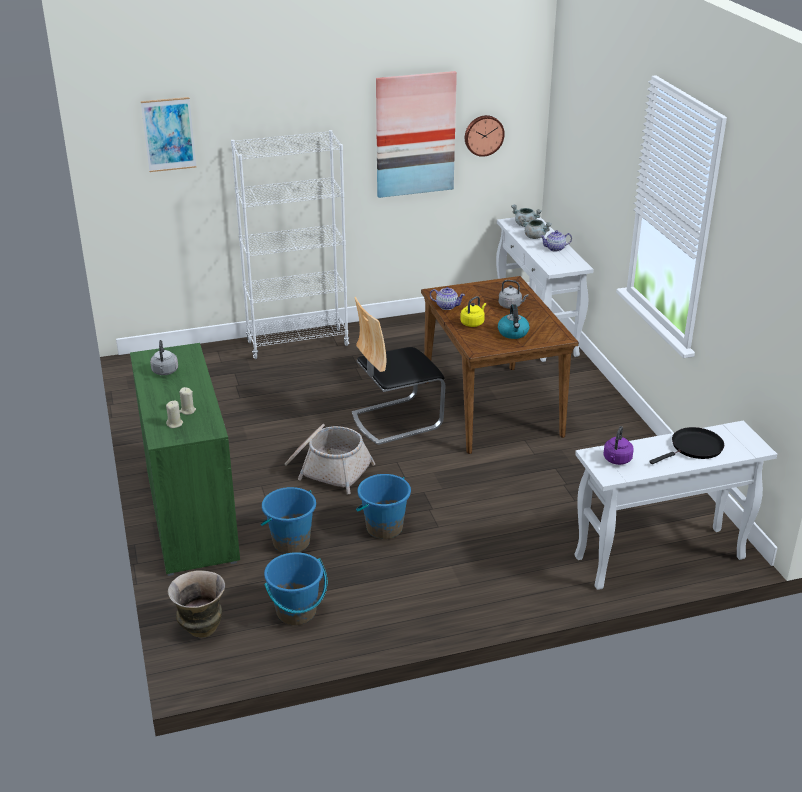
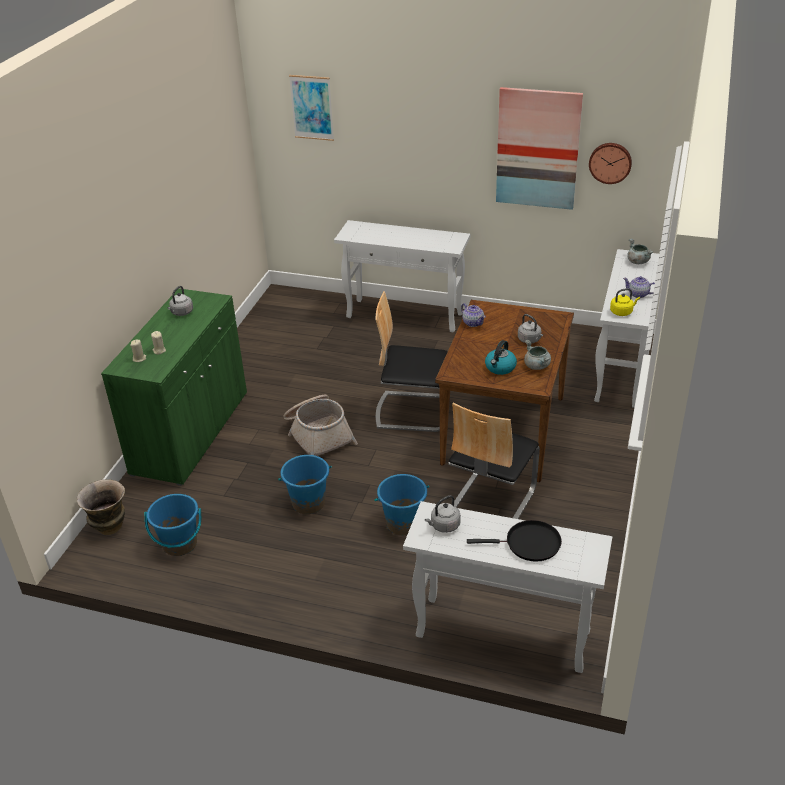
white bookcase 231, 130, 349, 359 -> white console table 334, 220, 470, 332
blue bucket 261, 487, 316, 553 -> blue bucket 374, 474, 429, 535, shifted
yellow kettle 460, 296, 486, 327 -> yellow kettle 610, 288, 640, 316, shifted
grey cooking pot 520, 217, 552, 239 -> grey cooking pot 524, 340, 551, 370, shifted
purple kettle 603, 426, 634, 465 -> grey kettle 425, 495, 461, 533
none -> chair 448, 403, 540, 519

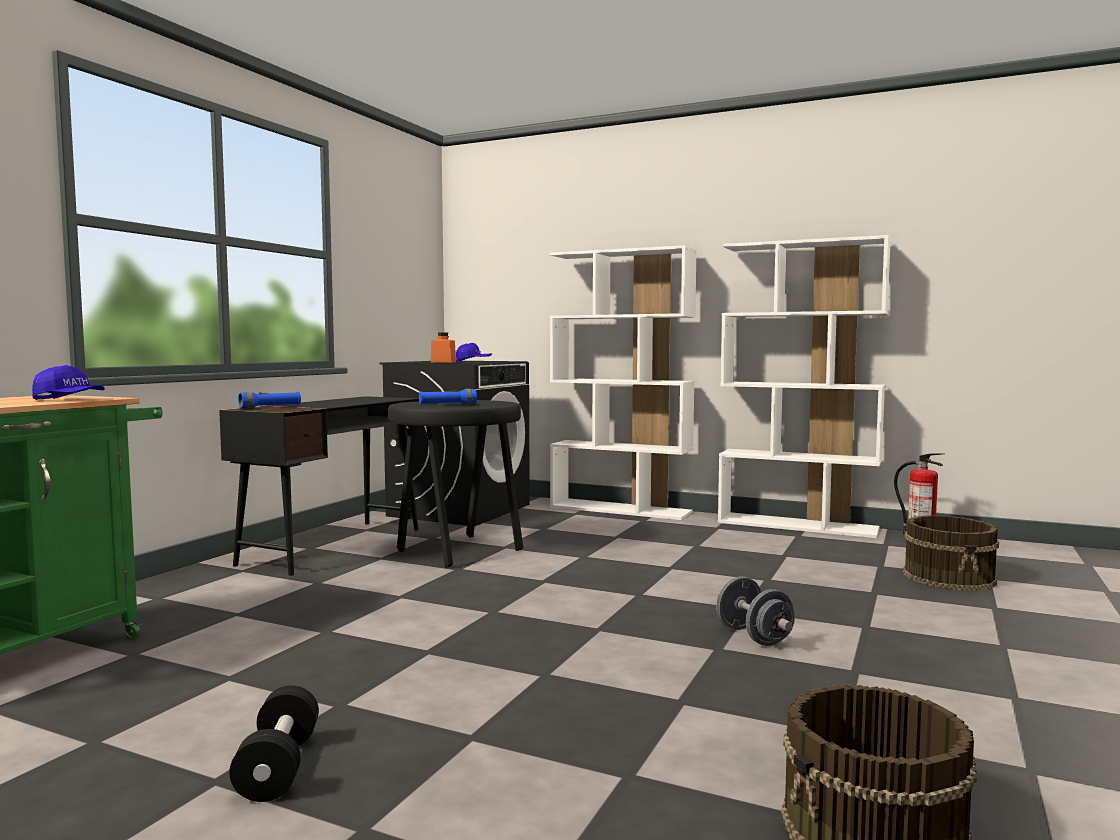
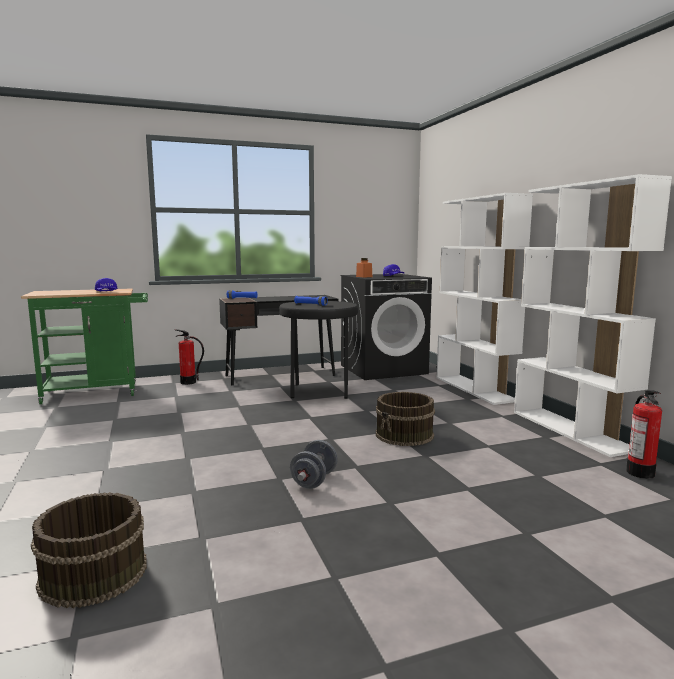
black dumbbell 229, 685, 319, 802 -> none
brown bucket 903, 515, 999, 591 -> brown bucket 376, 392, 435, 446, shifted
none -> fire extinguisher 175, 329, 204, 385

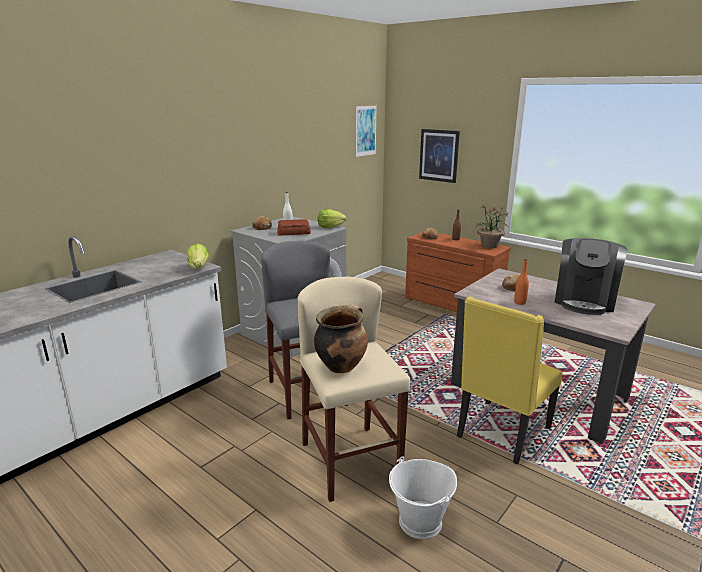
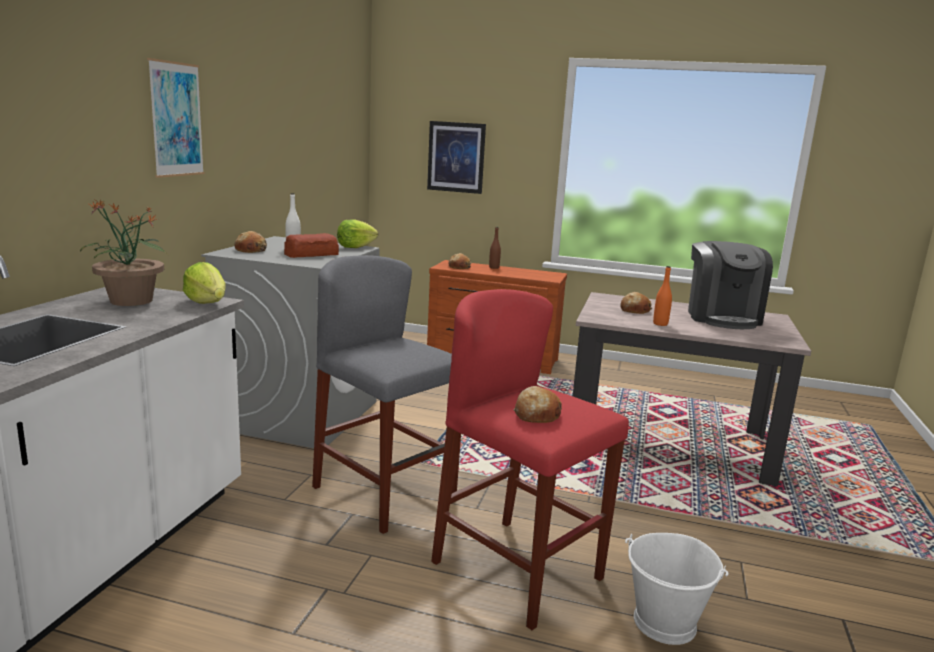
beige stool 298, 277, 410, 502 -> red stool 431, 289, 629, 630
cooking pot 314, 304, 368, 373 -> bread 514, 386, 562, 423
picture 355, 105, 377, 158 -> picture 147, 58, 204, 178, shifted
yellow chair 457, 296, 563, 464 -> none
potted plant 476, 205, 509, 248 -> potted plant 80, 200, 168, 306, shifted

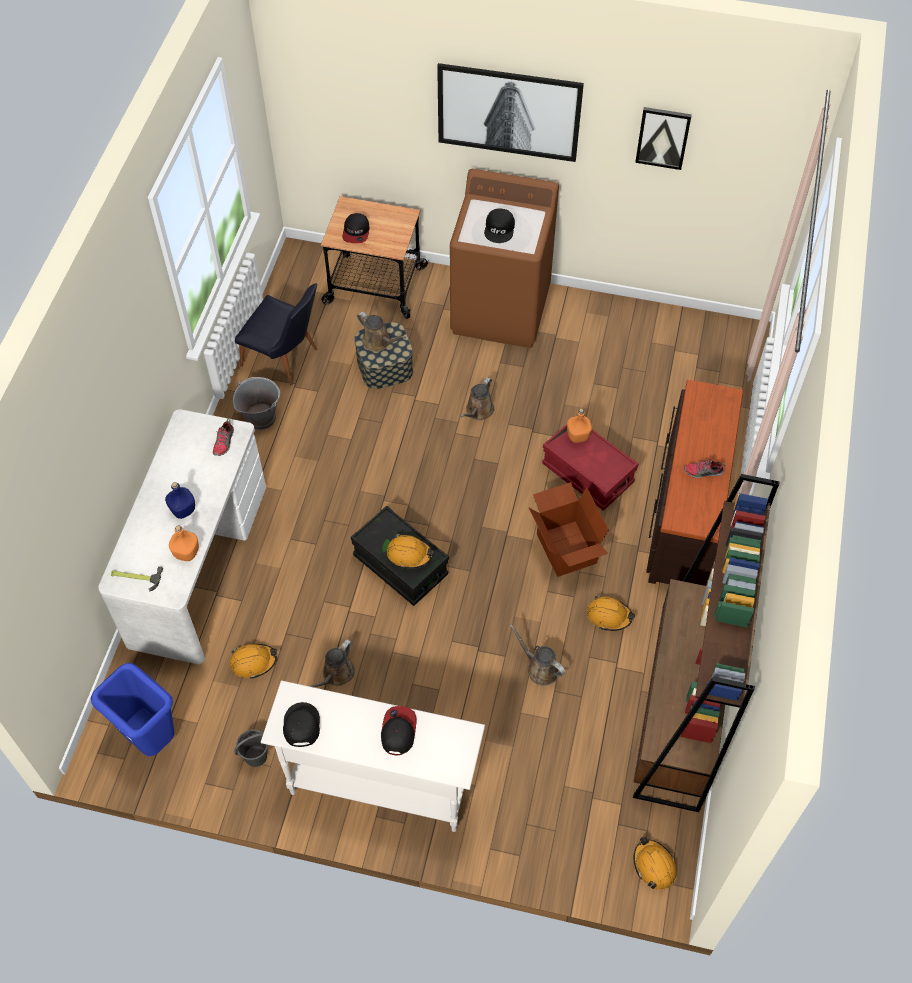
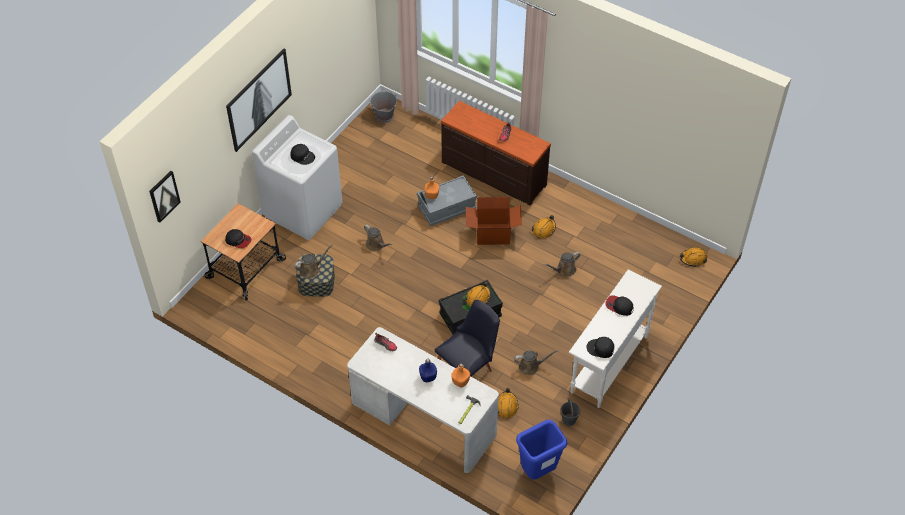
grey bucket 233, 377, 280, 430 -> grey bucket 370, 91, 397, 123, shifted
black chair 235, 283, 317, 386 -> black chair 435, 300, 500, 376, shifted
brown watering can 310, 639, 355, 687 -> brown watering can 514, 349, 559, 375, 60 degrees counterclockwise
brown washing machine 450, 169, 559, 348 -> white washing machine 252, 115, 342, 240
red storage box 542, 424, 639, 511 -> grey storage box 417, 175, 477, 226
brown bookcase 633, 474, 780, 812 -> none
picture 635, 107, 692, 170 -> picture 149, 171, 181, 223, shifted

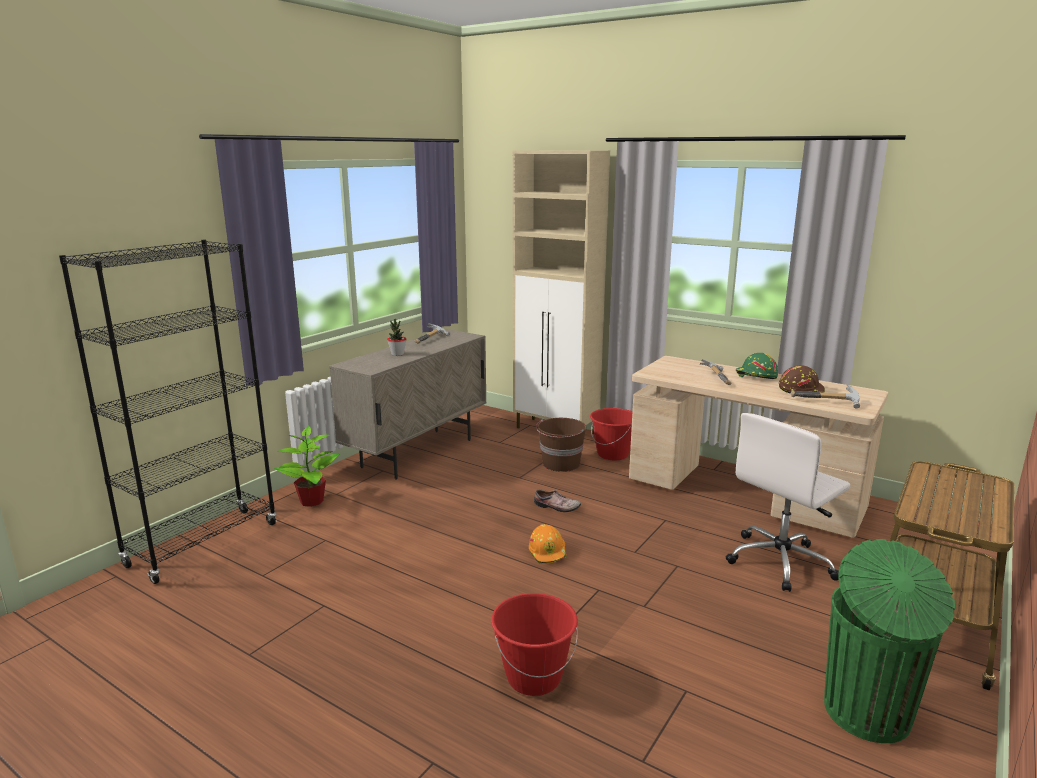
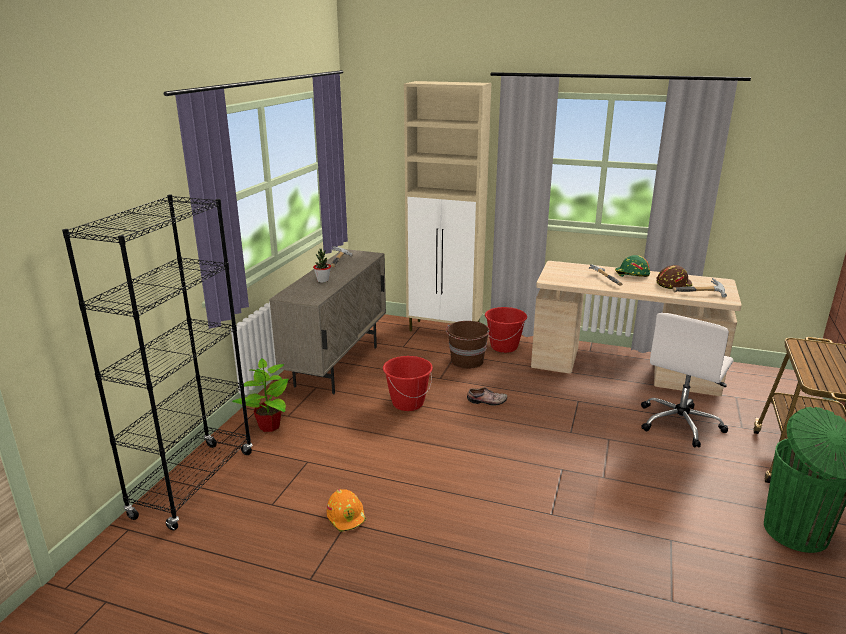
red bucket 491, 593, 578, 696 -> red bucket 383, 356, 433, 411, shifted
orange hard hat 529, 524, 567, 564 -> orange hard hat 327, 489, 367, 532, shifted

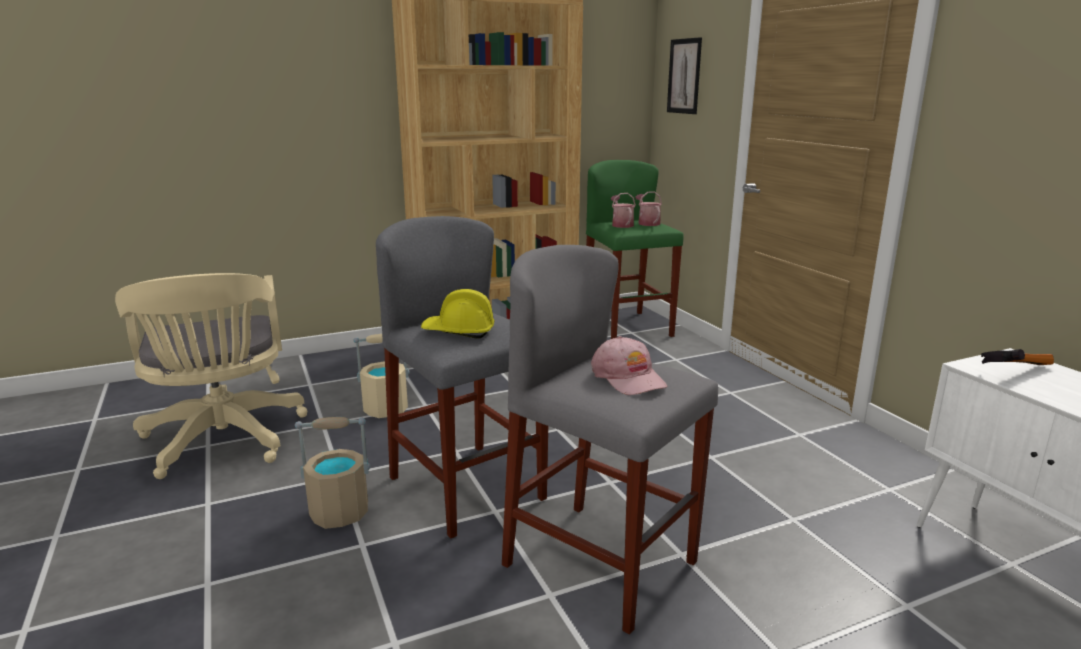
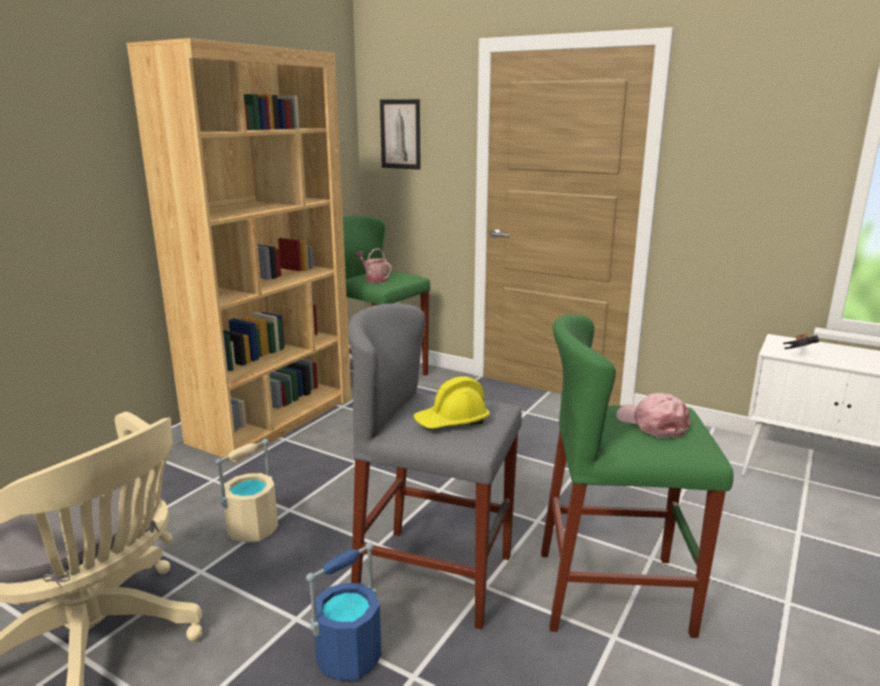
beige bucket 295, 417, 371, 529 -> blue bucket 306, 542, 381, 681
grey stool 502, 245, 718, 634 -> green stool 541, 314, 733, 638
pink cap 591, 336, 667, 395 -> pink cap 616, 393, 690, 438, 150 degrees counterclockwise
watering can 635, 191, 662, 226 -> none

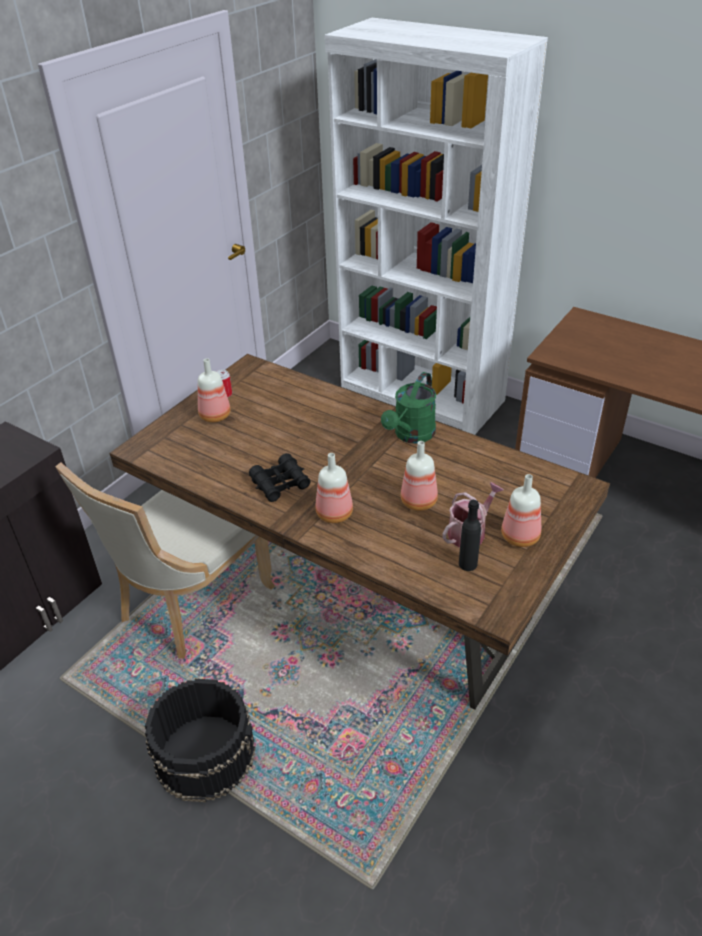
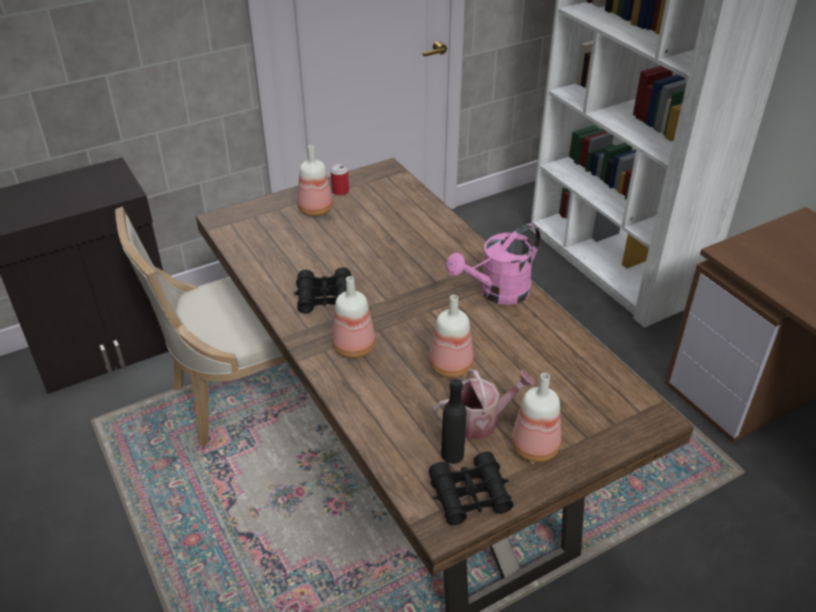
black bucket 145, 679, 256, 802 -> none
green watering can 381, 372, 436, 443 -> pink watering can 446, 224, 541, 305
none -> black binoculars 429, 451, 514, 525

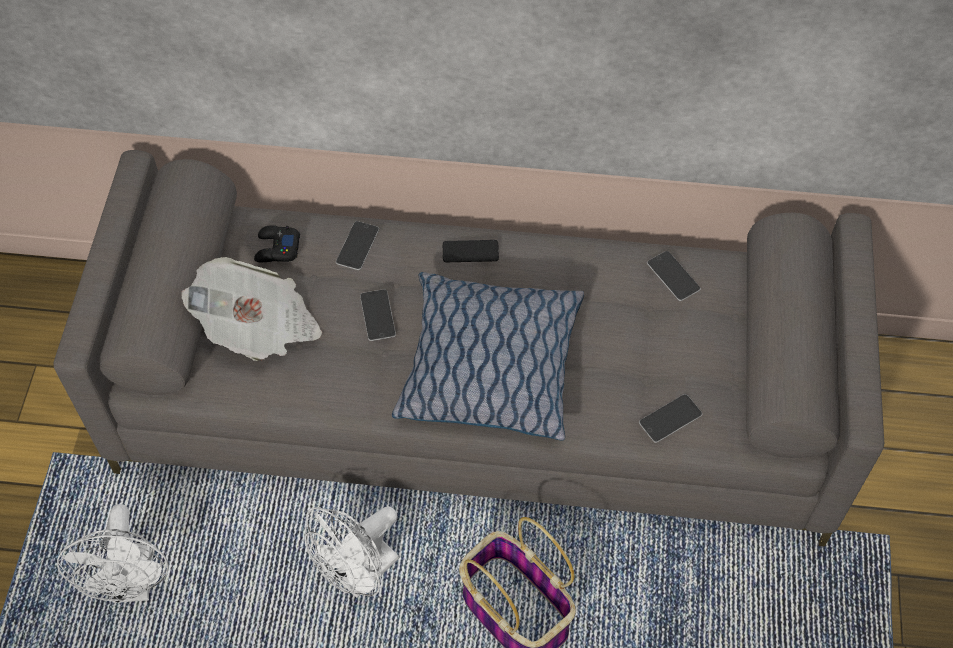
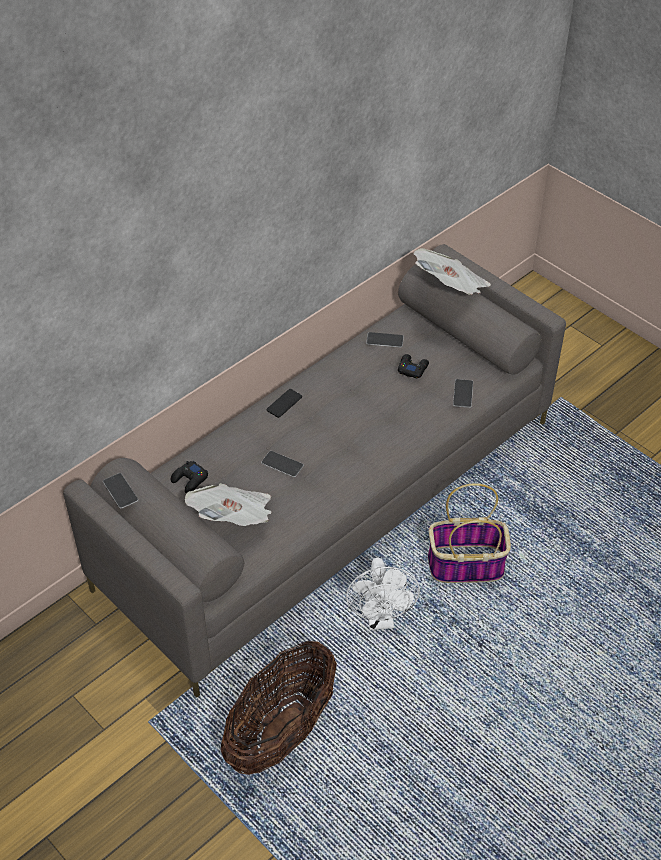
white fan 57, 504, 169, 603 -> basket 221, 641, 337, 775
phone 336, 221, 379, 270 -> phone 103, 473, 138, 509, shifted
pillow 392, 272, 584, 441 -> none
none -> black game controller 398, 354, 429, 378
none -> newspaper 414, 248, 491, 295

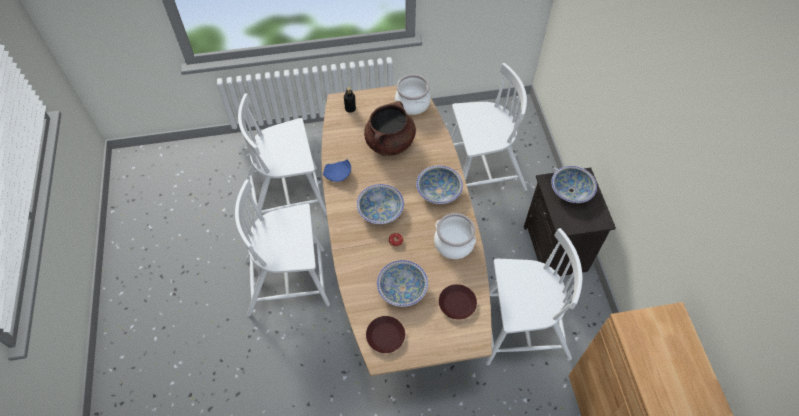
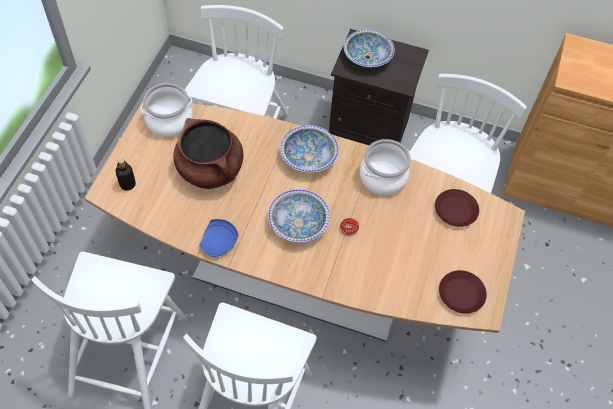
bowl 377, 260, 428, 307 -> none

